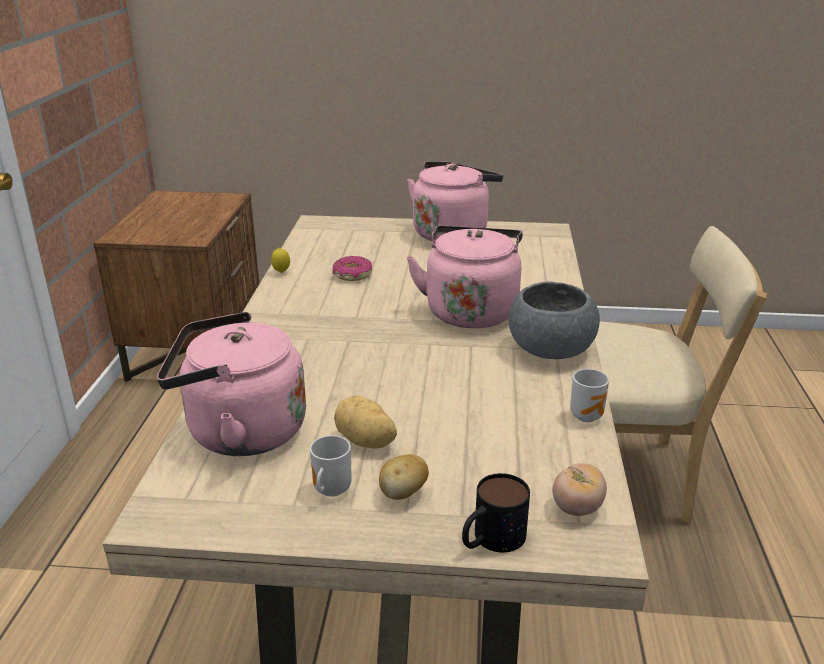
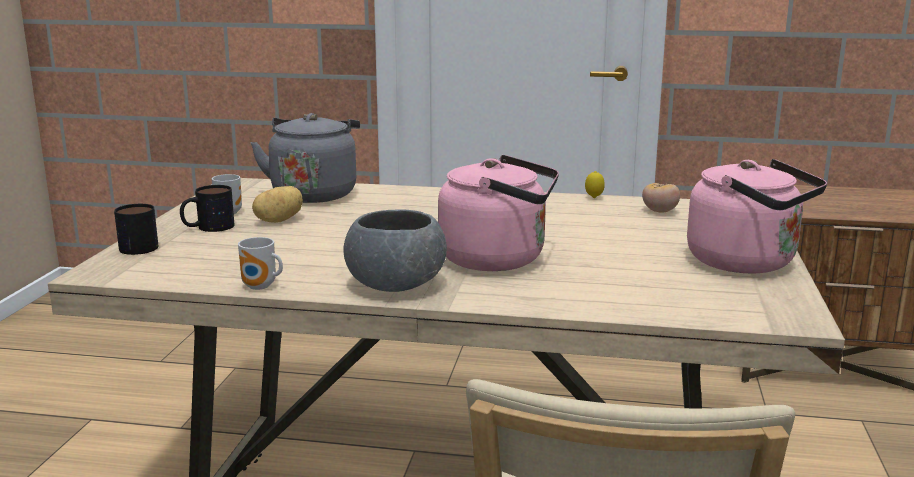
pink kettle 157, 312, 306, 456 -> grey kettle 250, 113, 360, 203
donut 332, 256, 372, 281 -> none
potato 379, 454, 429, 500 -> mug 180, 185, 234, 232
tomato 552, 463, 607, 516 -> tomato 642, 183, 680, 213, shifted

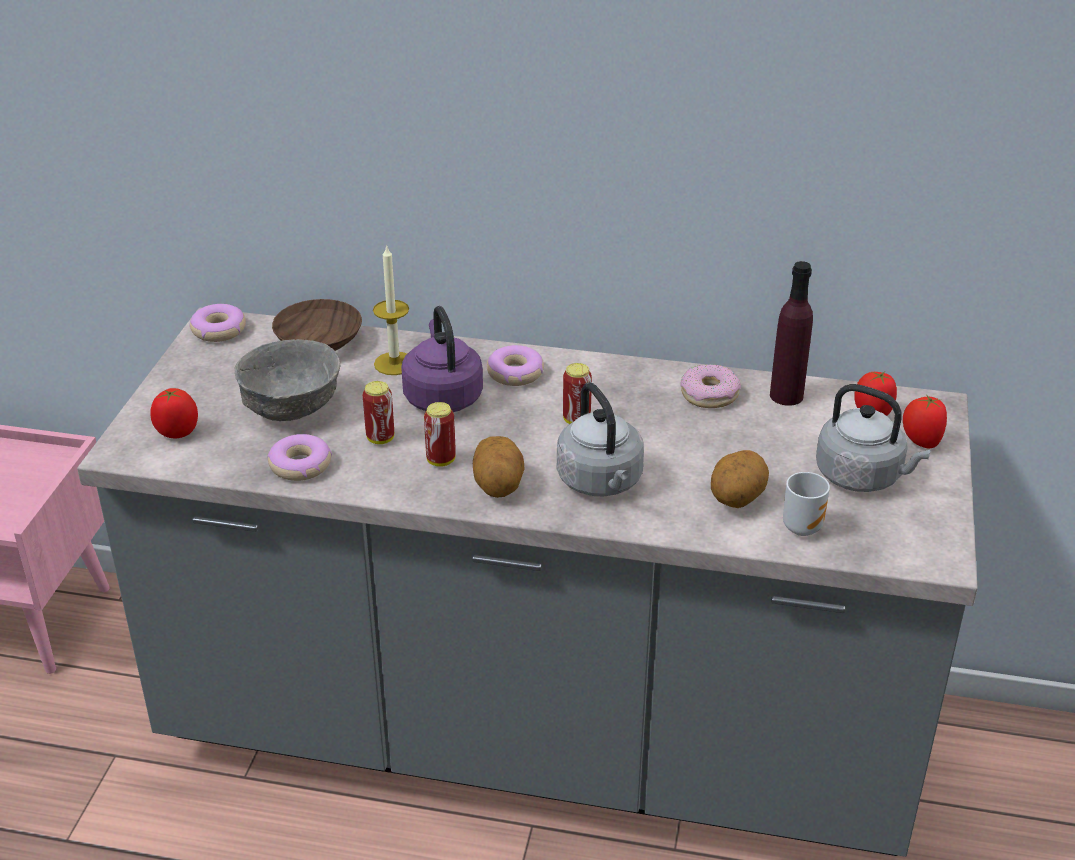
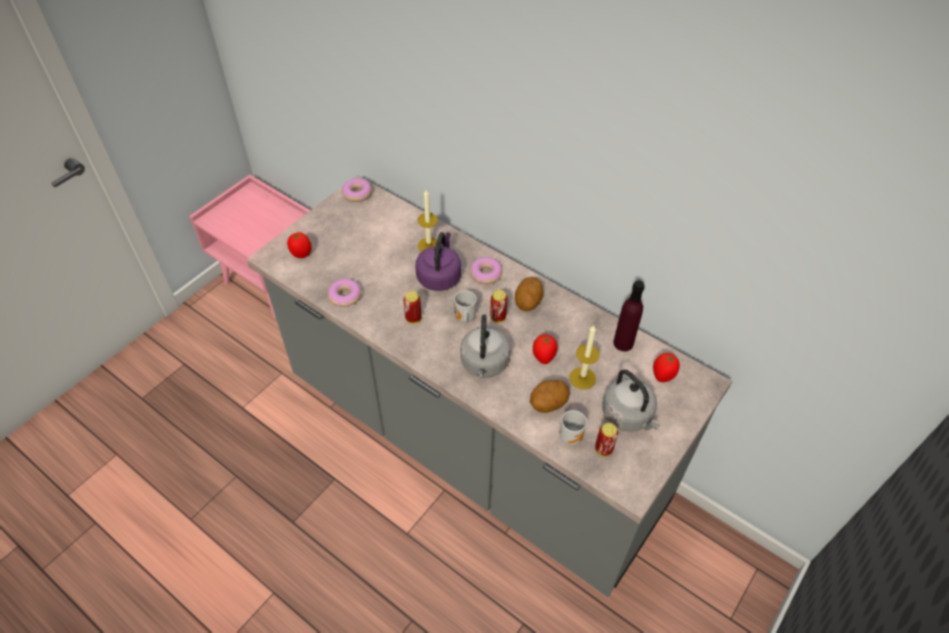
grey bowl 235, 339, 340, 421 -> none
brown bowl 272, 299, 362, 351 -> none
can 363, 381, 394, 444 -> can 595, 423, 618, 457, shifted
potato 473, 436, 525, 498 -> potato 515, 277, 543, 311, shifted
donut 680, 364, 741, 408 -> none
tomato 903, 395, 947, 448 -> tomato 533, 334, 557, 364, shifted
none -> mug 454, 290, 477, 323
none -> candle 569, 325, 600, 389

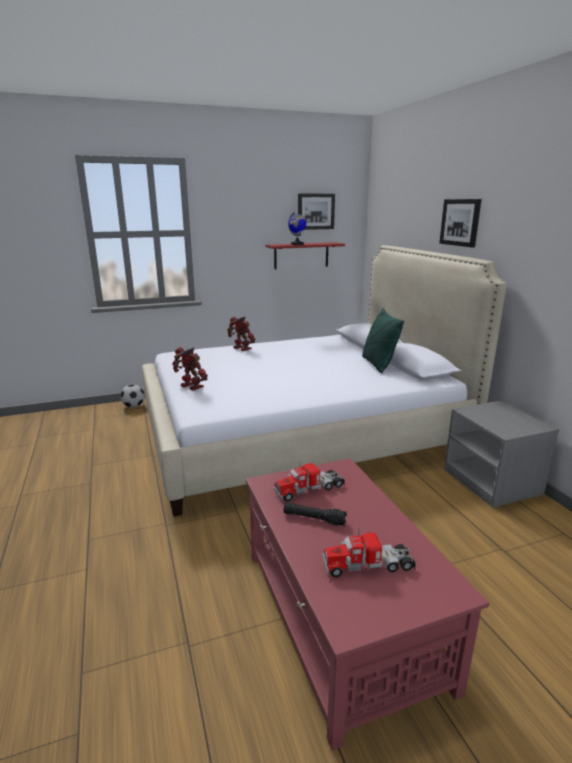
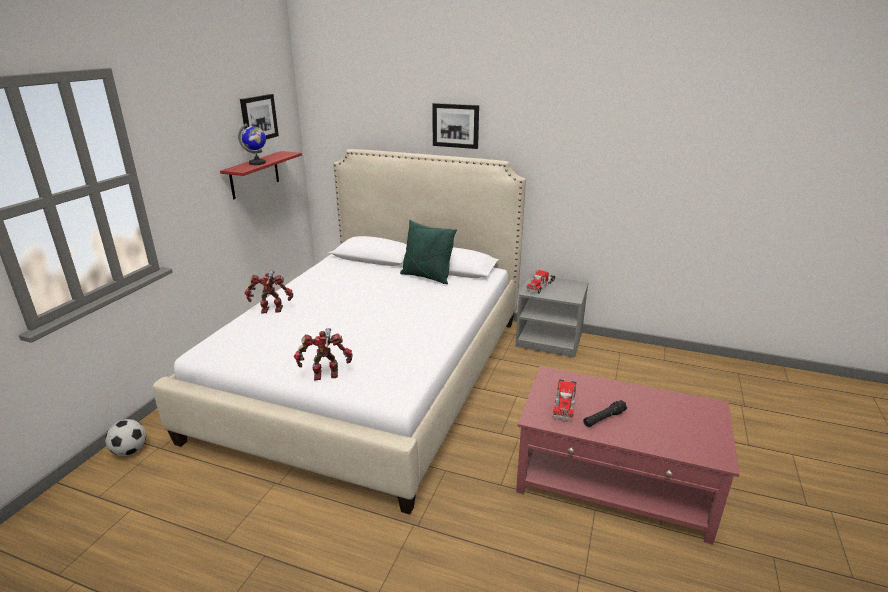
toy truck 322, 528, 416, 577 -> toy truck 526, 270, 555, 293, shifted

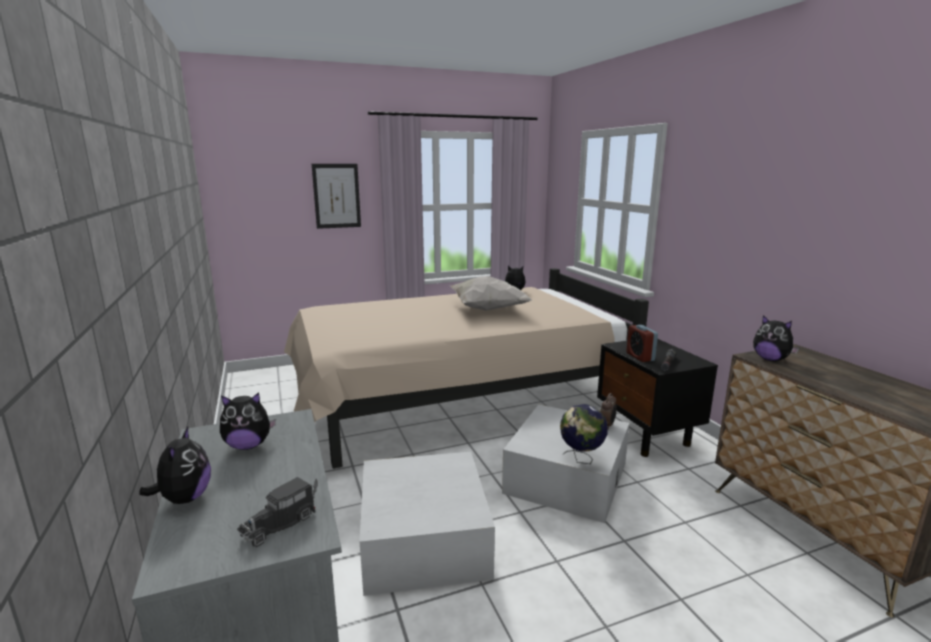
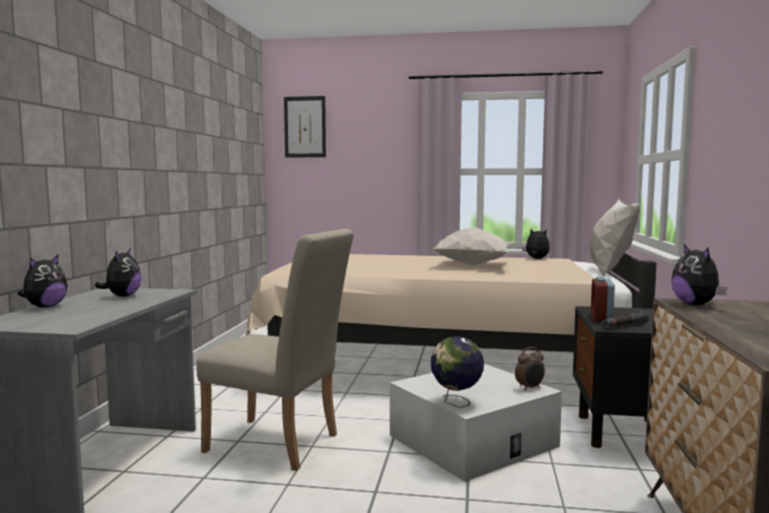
plush toy 220, 393, 276, 450 -> plush toy 95, 249, 141, 297, 105 degrees counterclockwise
toy truck 237, 477, 318, 547 -> none
picture 312, 164, 361, 229 -> picture 284, 96, 326, 158, shifted
white storage box 359, 452, 495, 596 -> beige chair 196, 229, 354, 471
none -> white pillow 590, 198, 640, 276

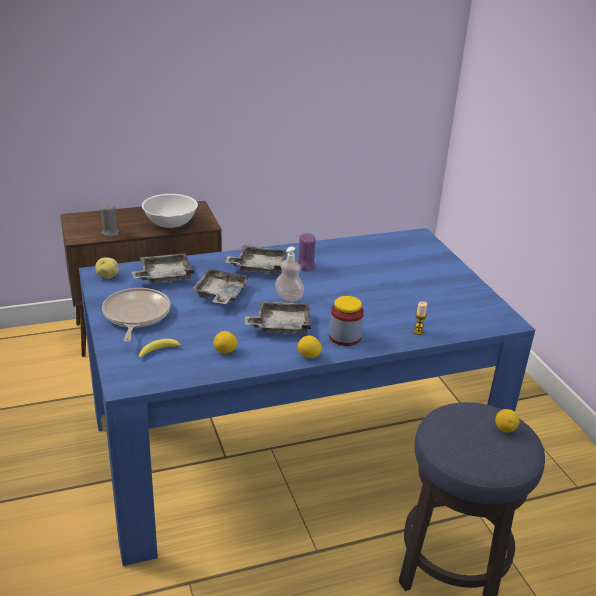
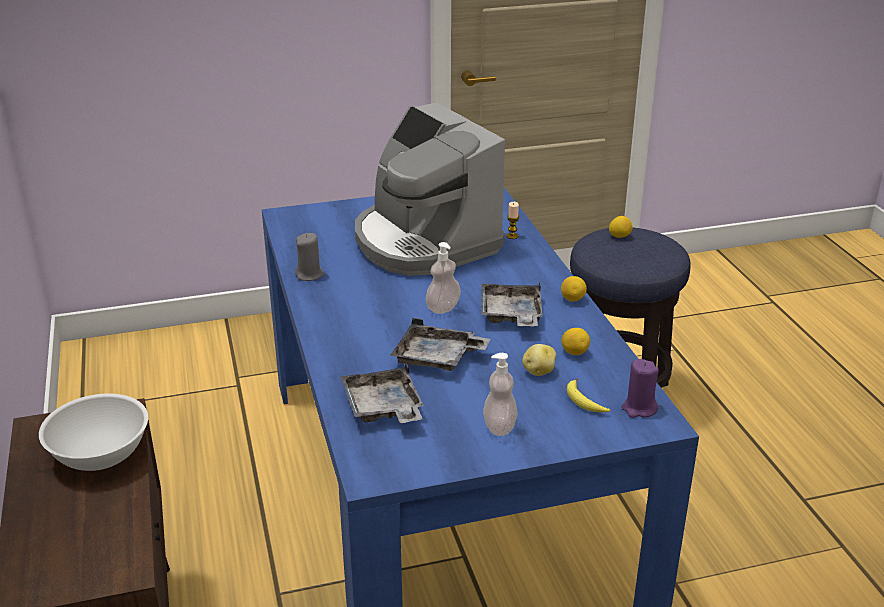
potato 95, 257, 119, 279 -> potato 522, 344, 556, 376, shifted
grey candle 101, 205, 119, 237 -> grey candle 295, 233, 324, 281, shifted
frying pan 102, 288, 170, 342 -> soap dispenser 483, 353, 518, 436
grey tray 225, 245, 287, 275 -> none
purple candle 296, 233, 316, 271 -> purple candle 622, 359, 659, 418, shifted
jar 329, 296, 364, 346 -> none
none -> coffee machine 355, 102, 505, 276

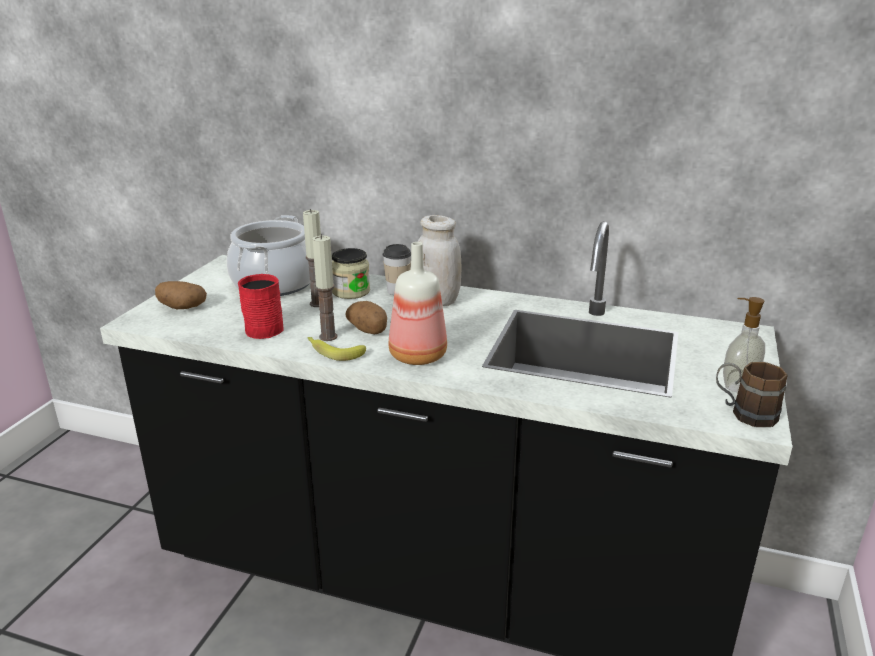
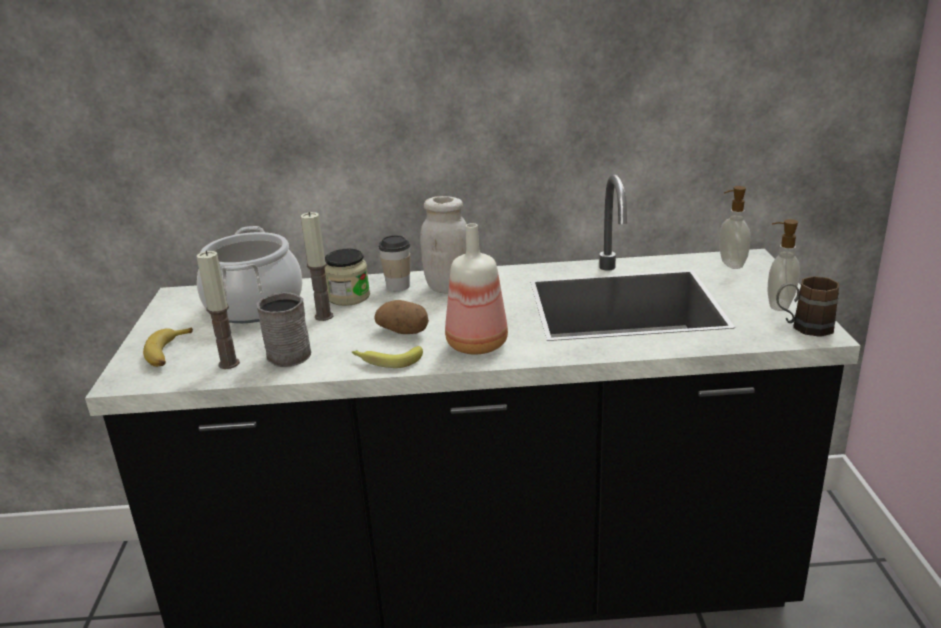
potato 155, 281, 207, 309 -> banana 143, 328, 193, 367
red mug 238, 274, 283, 339 -> grey mug 257, 292, 311, 367
candle 312, 235, 337, 341 -> candle 196, 250, 240, 369, shifted
none -> soap dispenser 719, 186, 751, 269

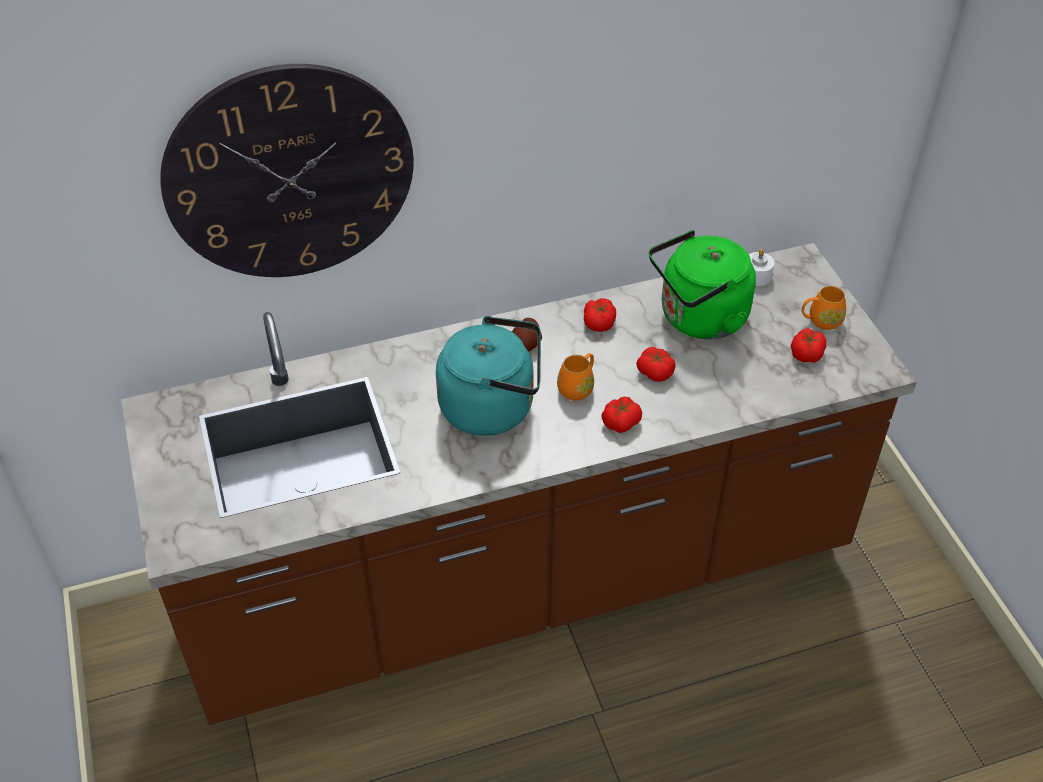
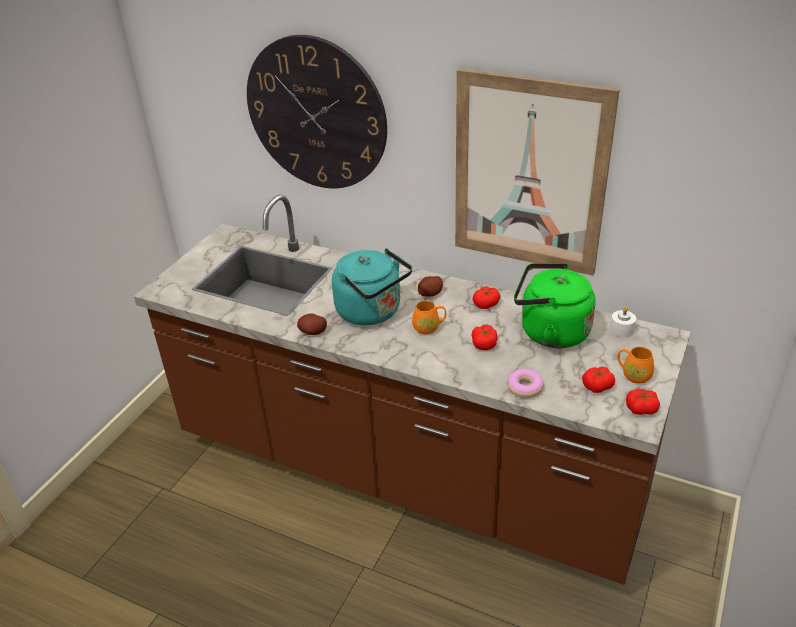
tomato 601, 397, 642, 433 -> tomato 626, 389, 660, 415, shifted
none -> potato 297, 313, 327, 335
none -> picture 455, 69, 620, 276
none -> donut 507, 369, 544, 398

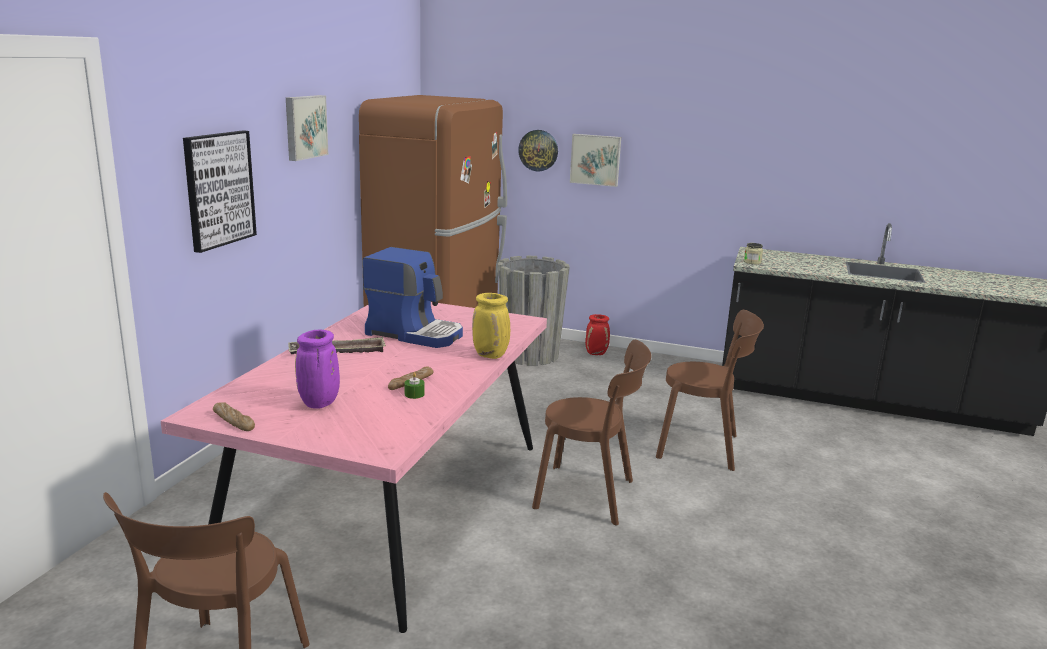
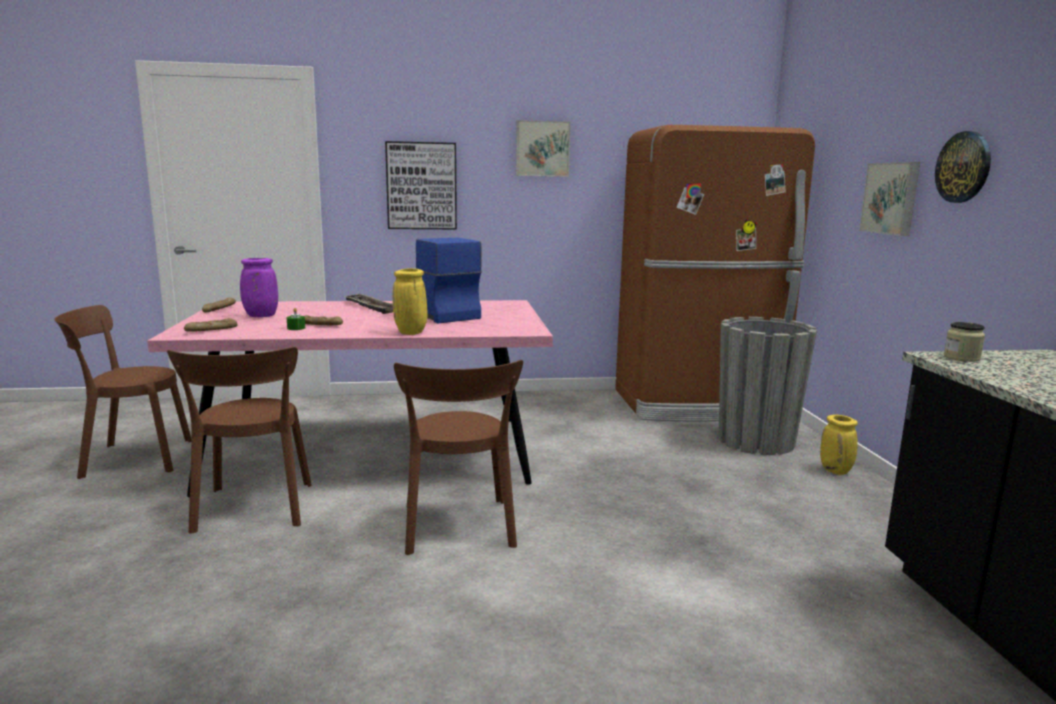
coffee machine 363, 247, 463, 348 -> coffee machine 416, 238, 482, 324, 150 degrees clockwise
wall clock 518, 130, 558, 172 -> wall clock 935, 131, 991, 203, shifted
red vase 585, 314, 610, 355 -> yellow vase 820, 415, 858, 475
brown chair 656, 310, 764, 471 -> brown chair 167, 347, 312, 534, shifted
none -> bread 184, 318, 238, 332

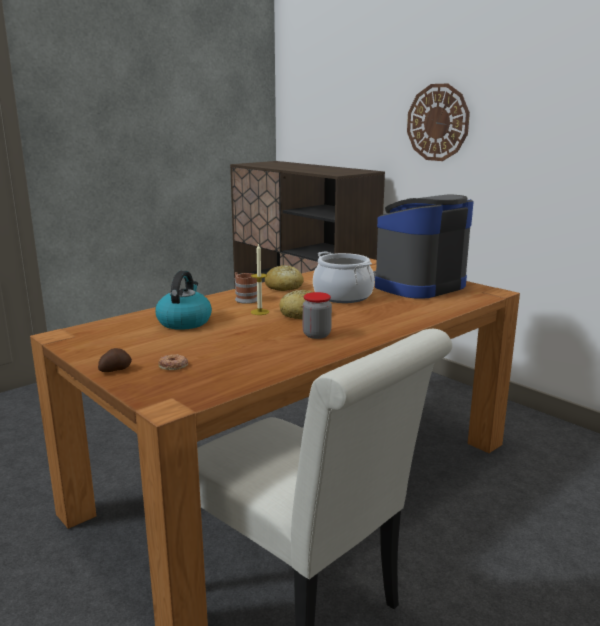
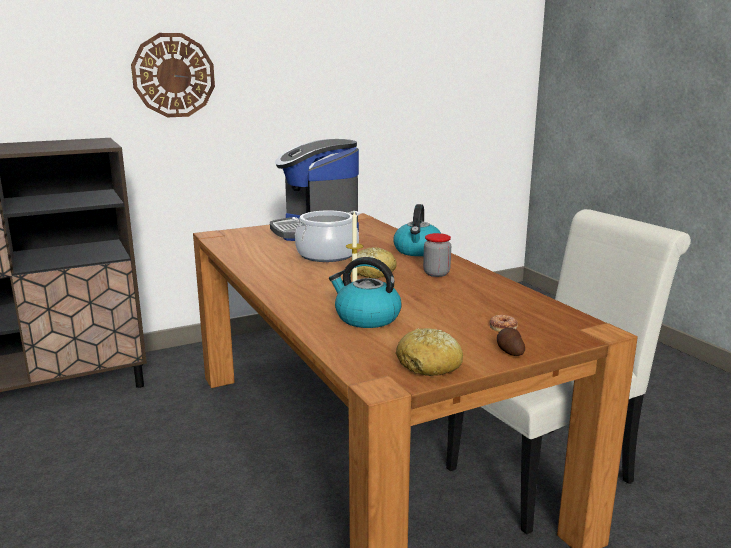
mug 235, 272, 257, 304 -> none
bread 265, 265, 304, 291 -> bread 396, 328, 463, 376, shifted
none -> kettle 393, 204, 441, 256

